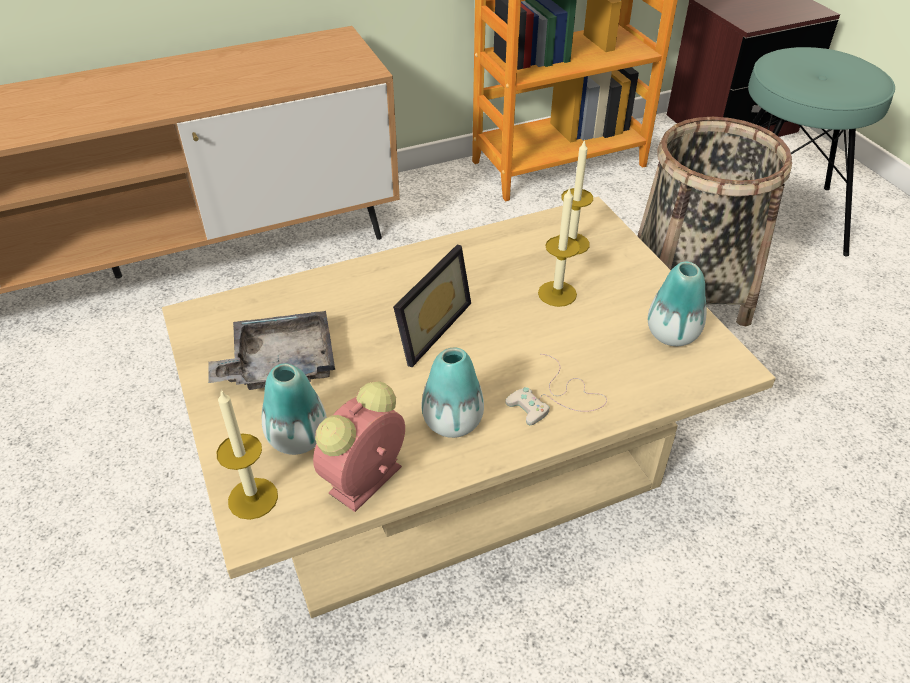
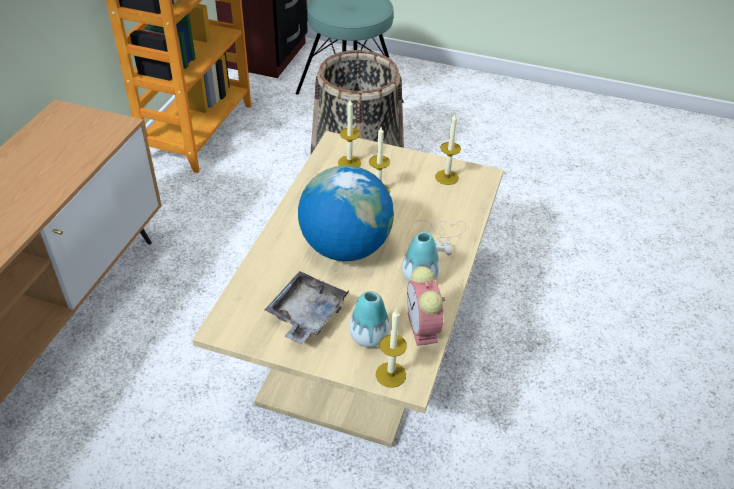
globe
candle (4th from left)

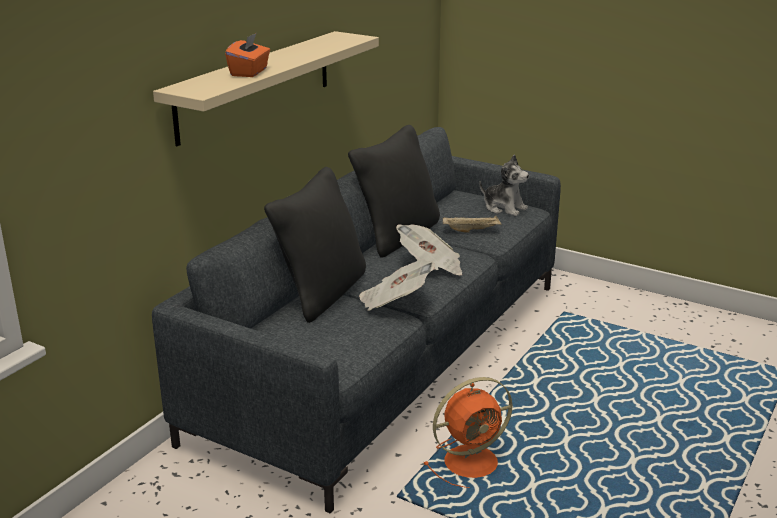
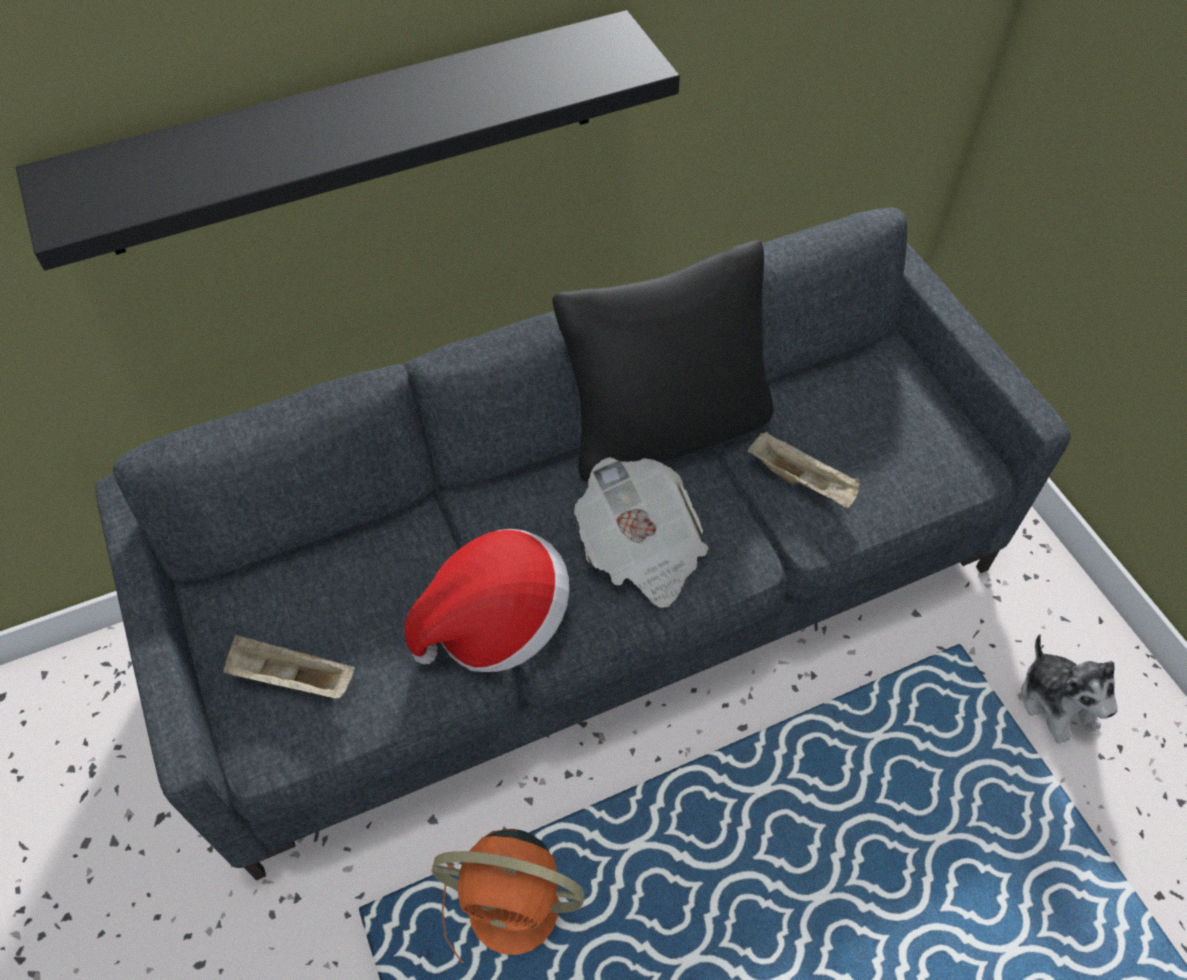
shelf (black)
tissue box (orange)
plush toy
pillow (black) (1st from left in the first image)
hat
tray (beige) (1st from left)

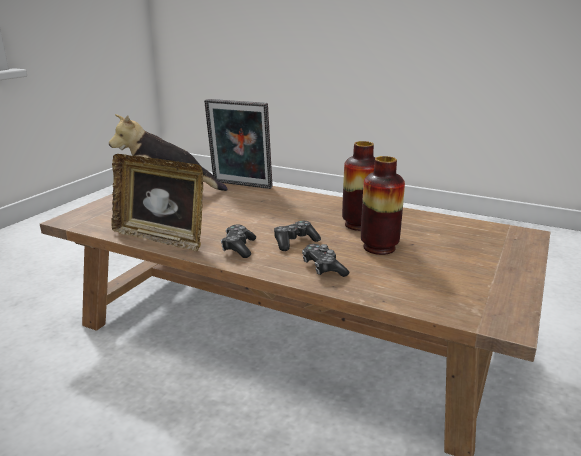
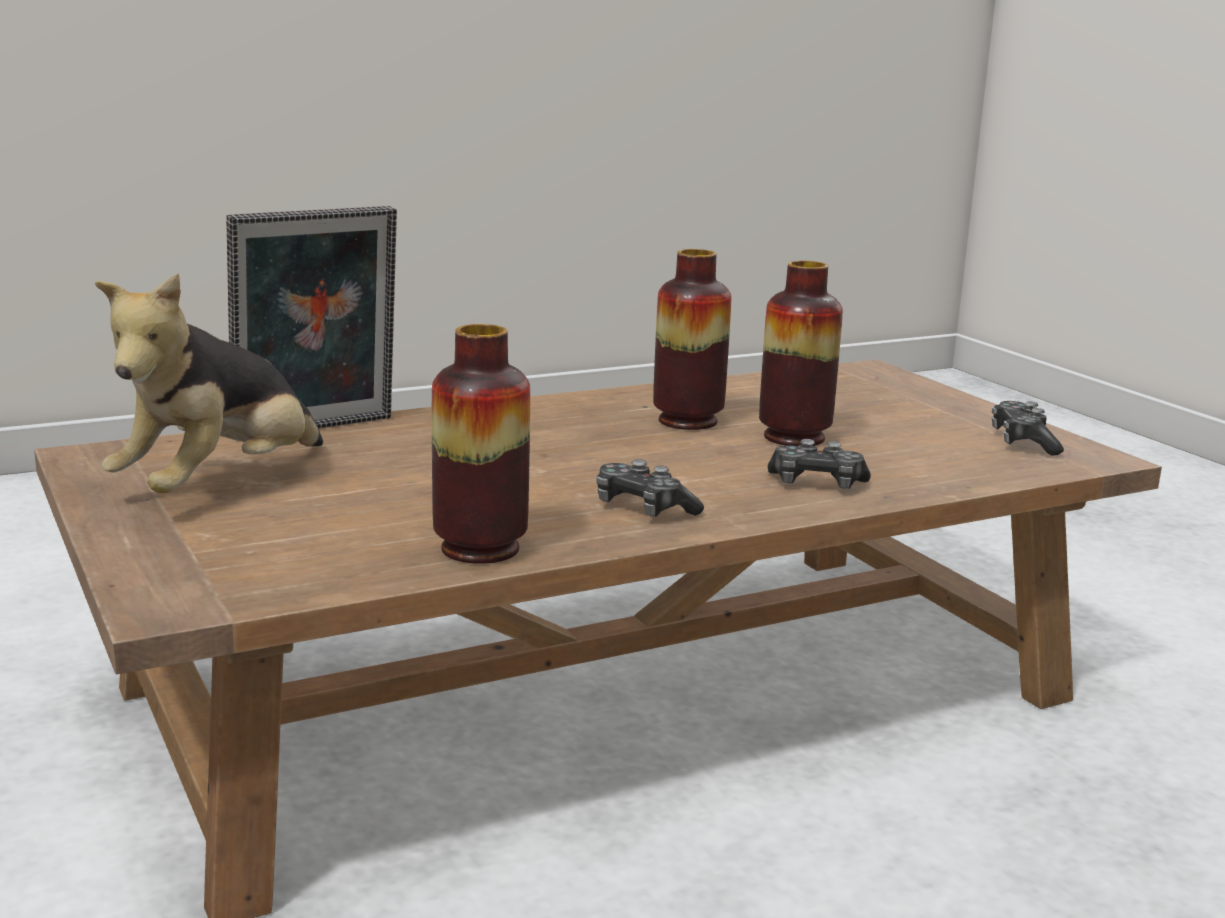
vase (1st from left)
game controller (3rd from left)

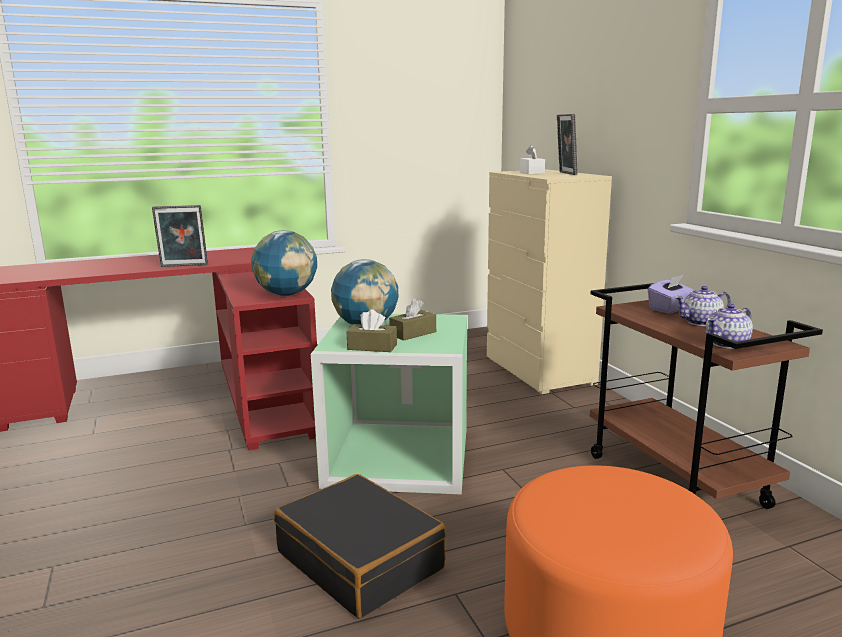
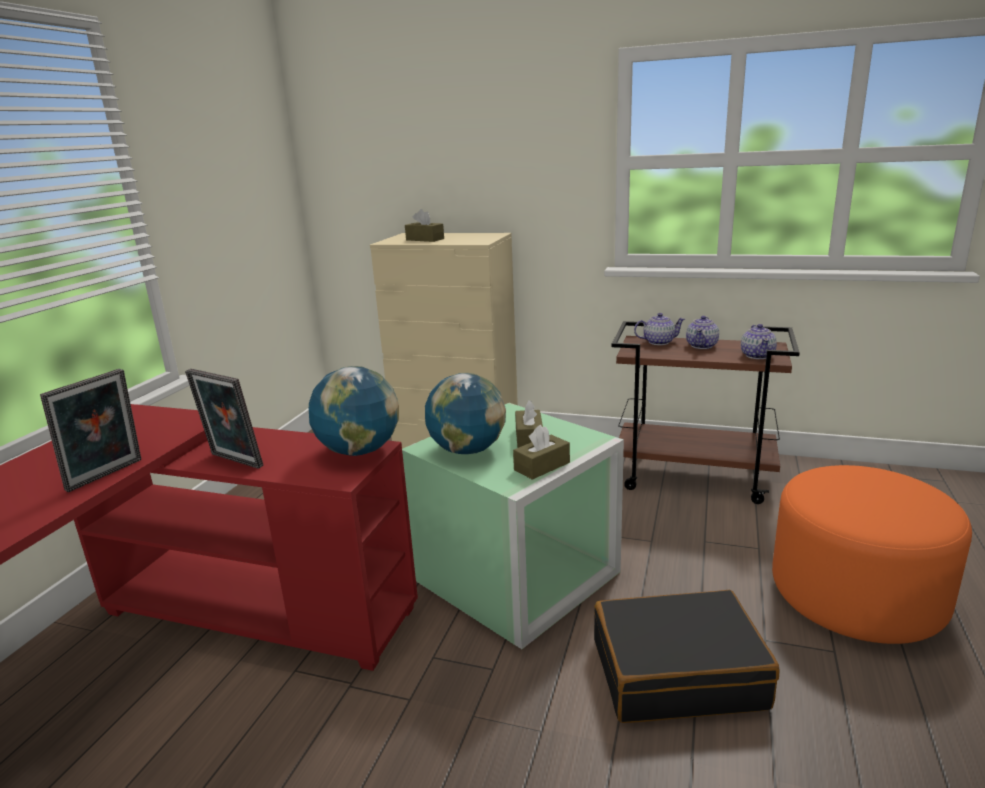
picture frame (2nd from left)
tissue box (brown) (1st from left)
teapot (1st from left)

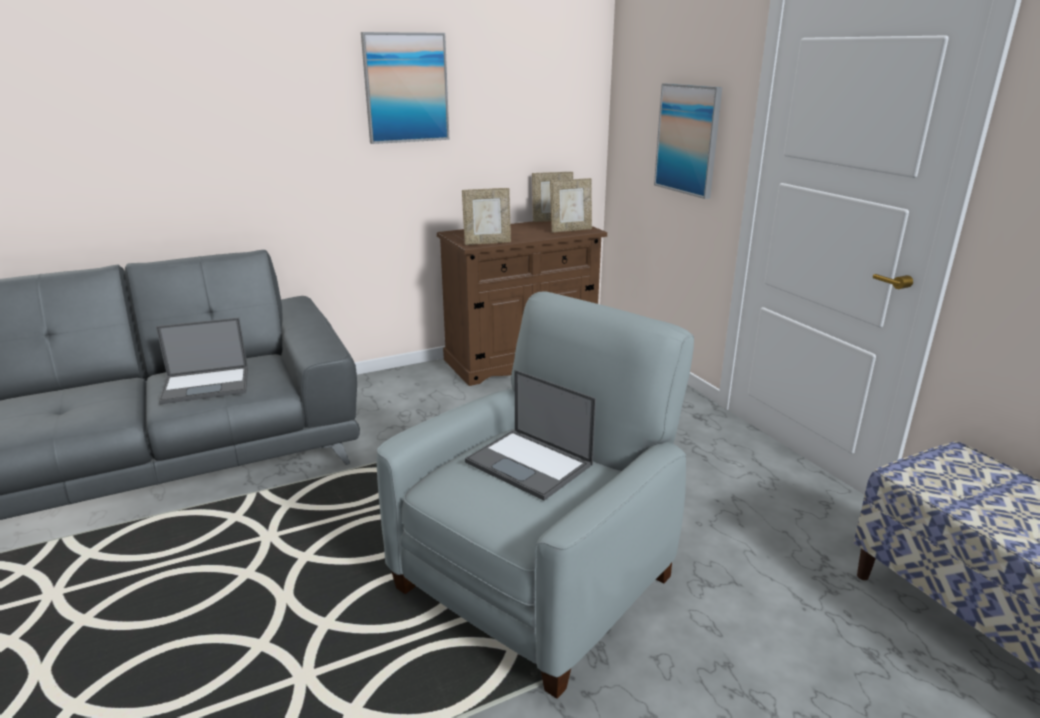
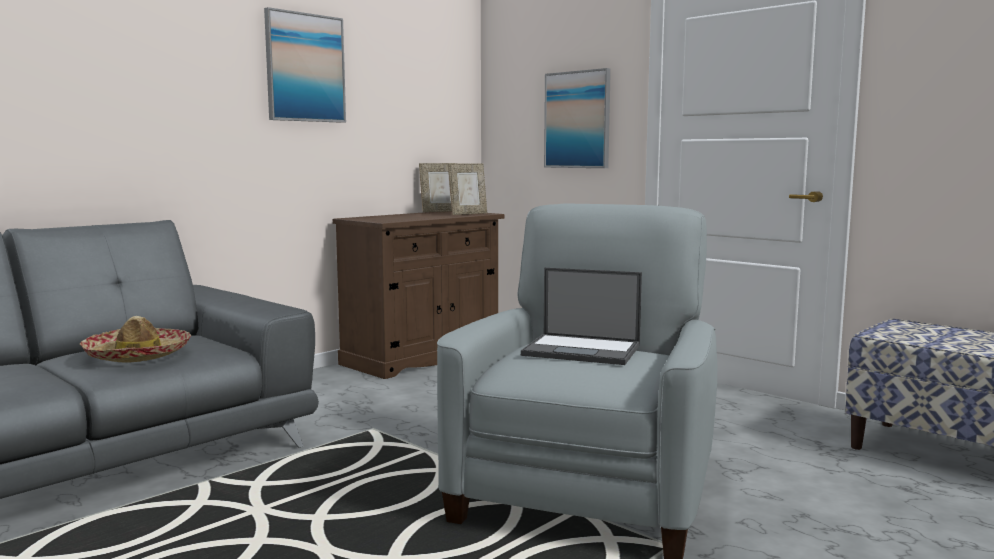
picture frame (1st from left in the first image)
hat

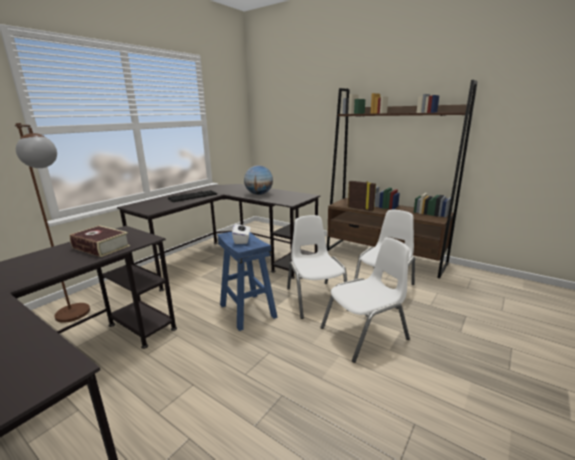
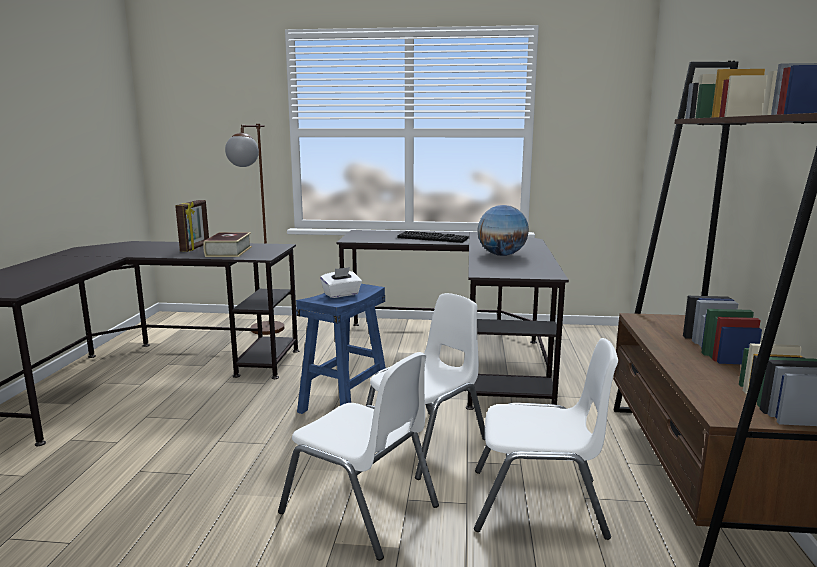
picture frame

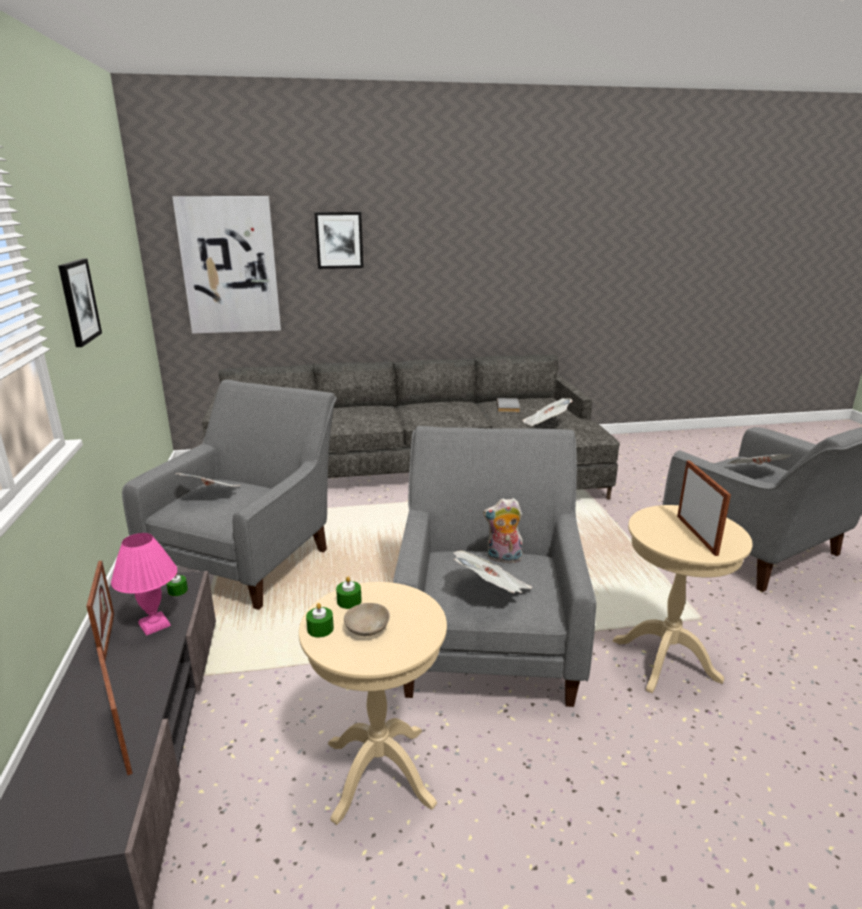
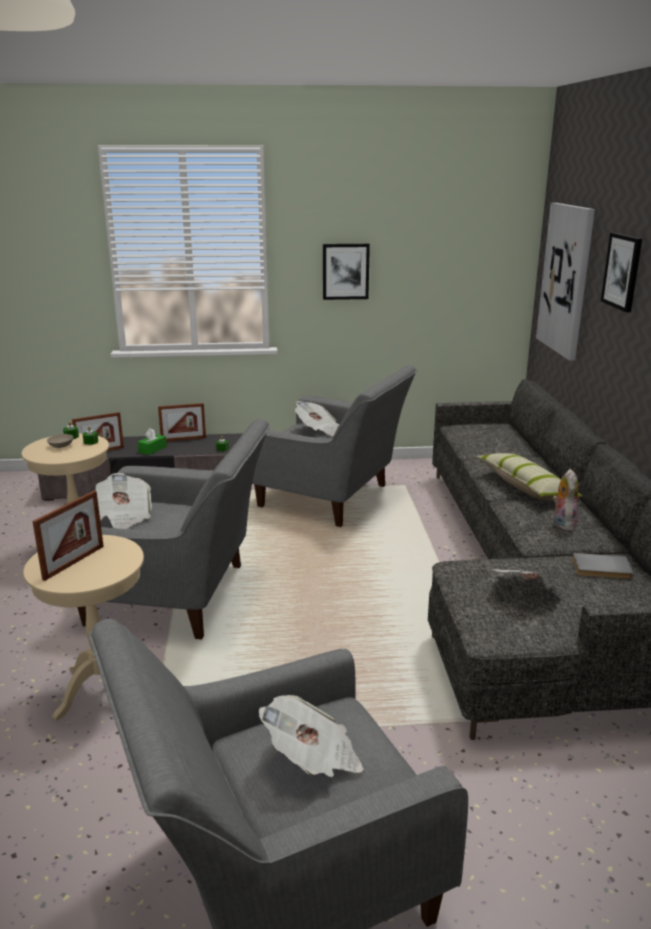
picture frame (1st from left)
plush toy
table lamp (pink)
tissue box (green)
pillow

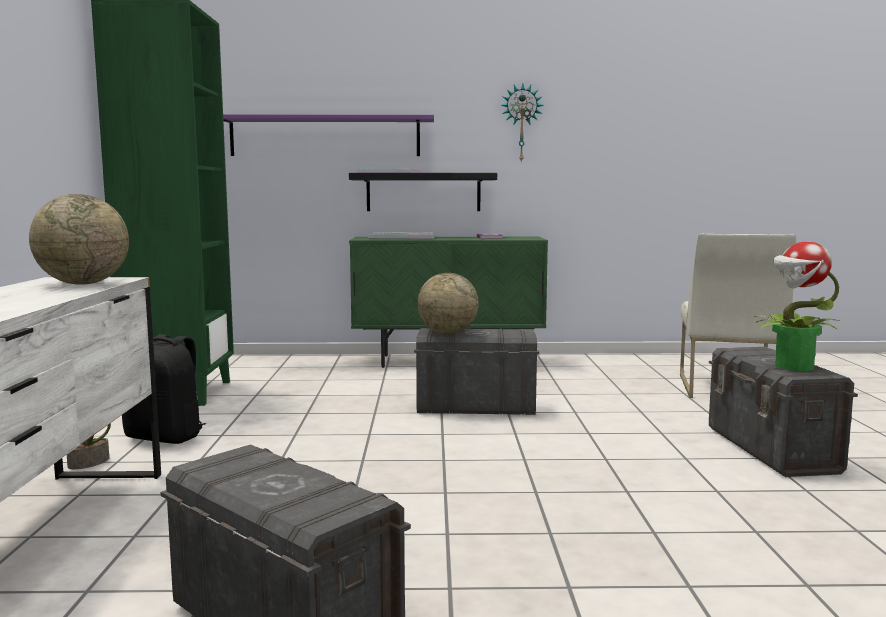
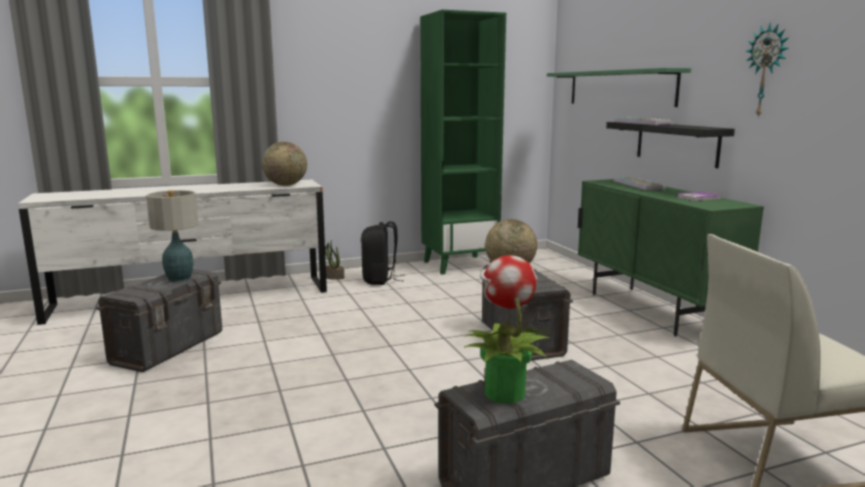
shelf (green)
table lamp

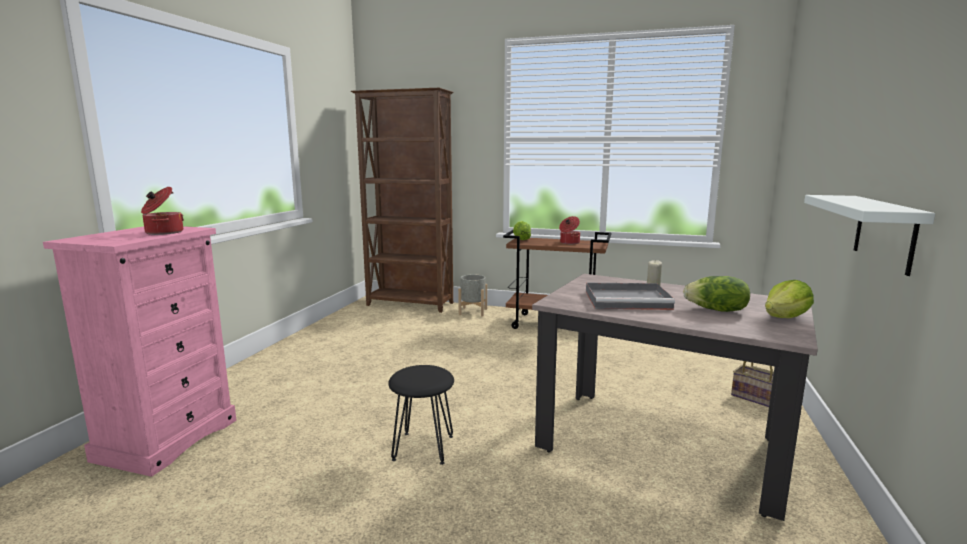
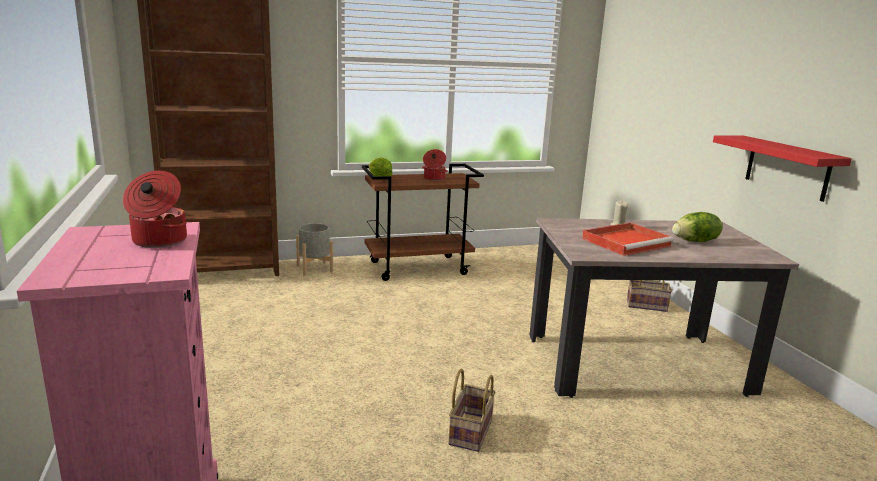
shelf (red)
lettuce (3rd from left in the first image)
tray (red)
basket (1st from left)

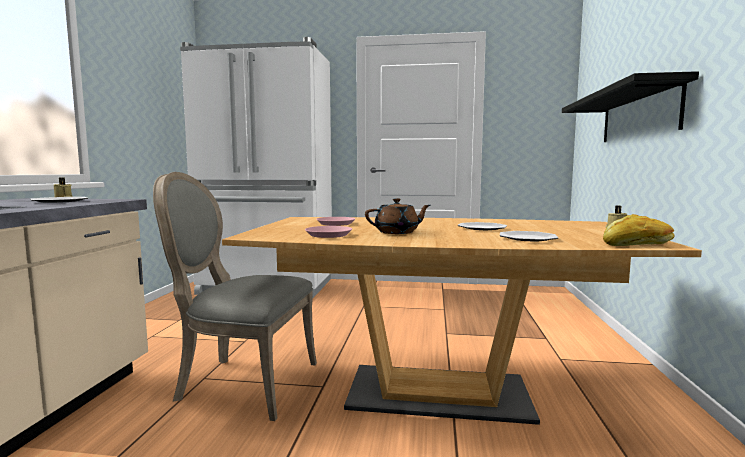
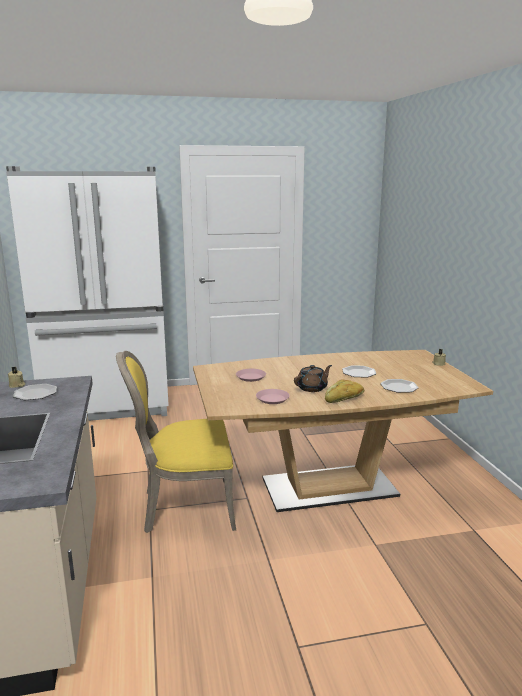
shelf (black)
chair (yellow)
bread

